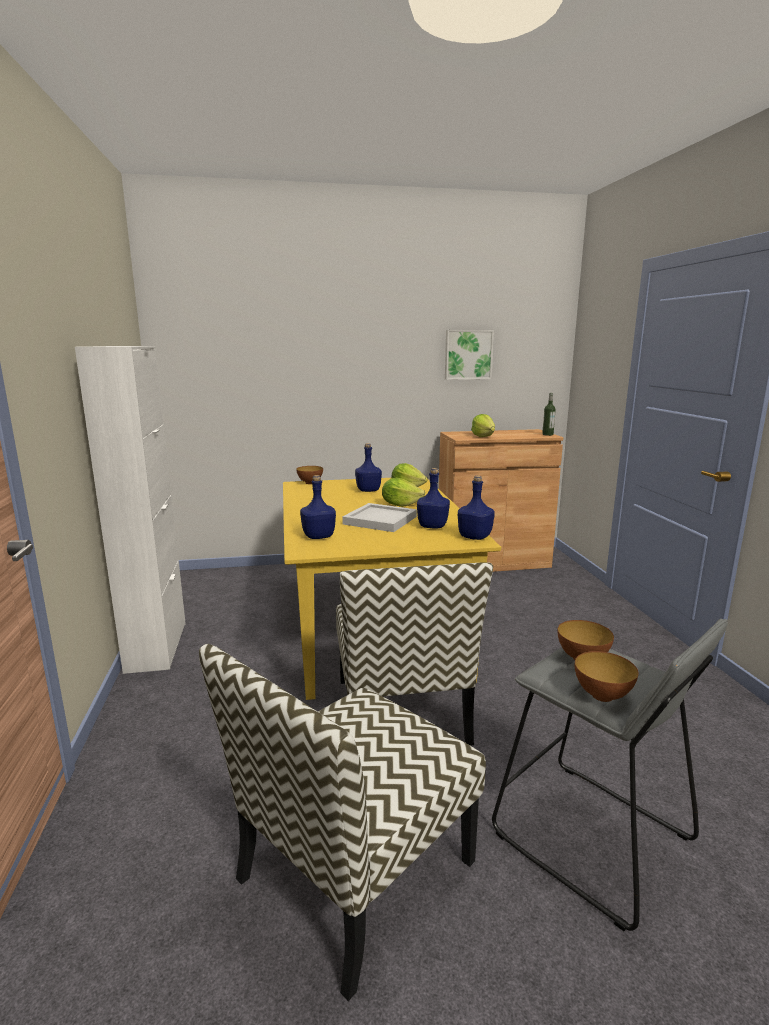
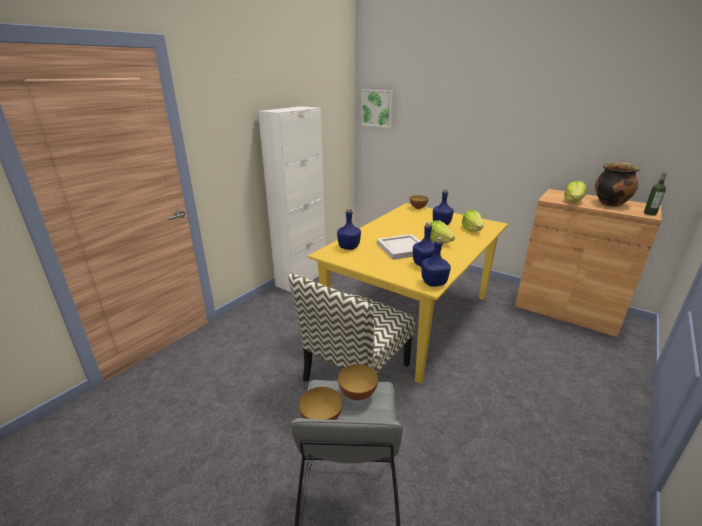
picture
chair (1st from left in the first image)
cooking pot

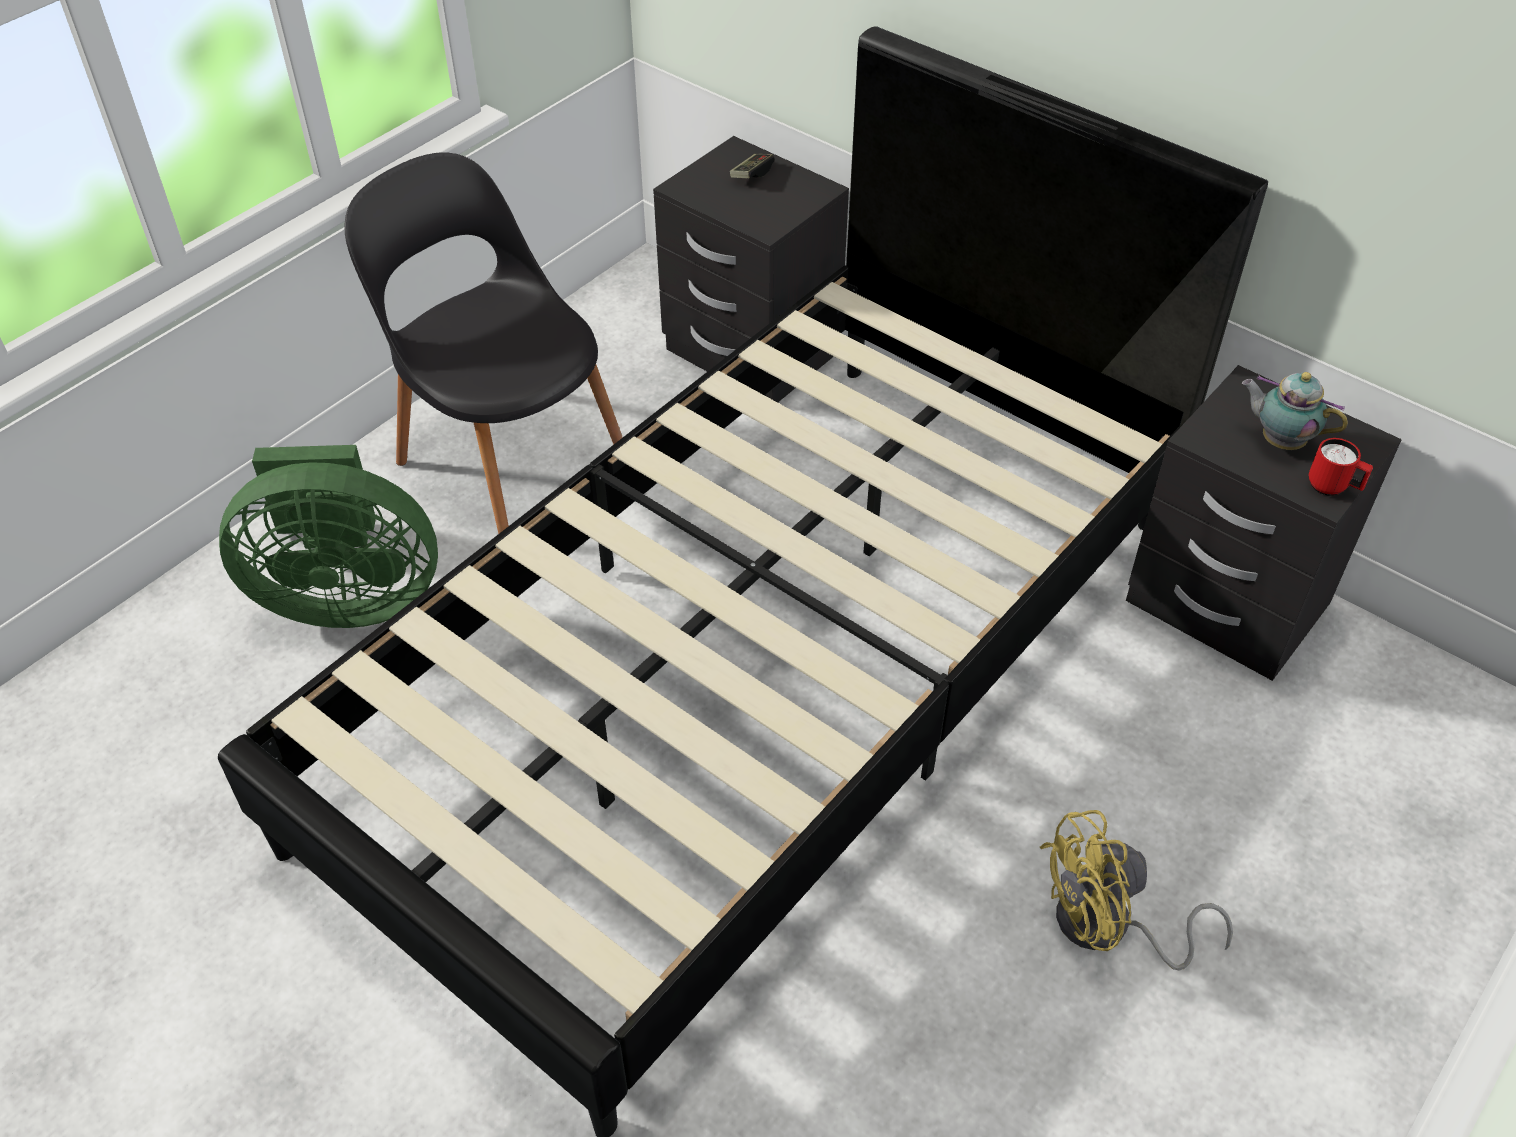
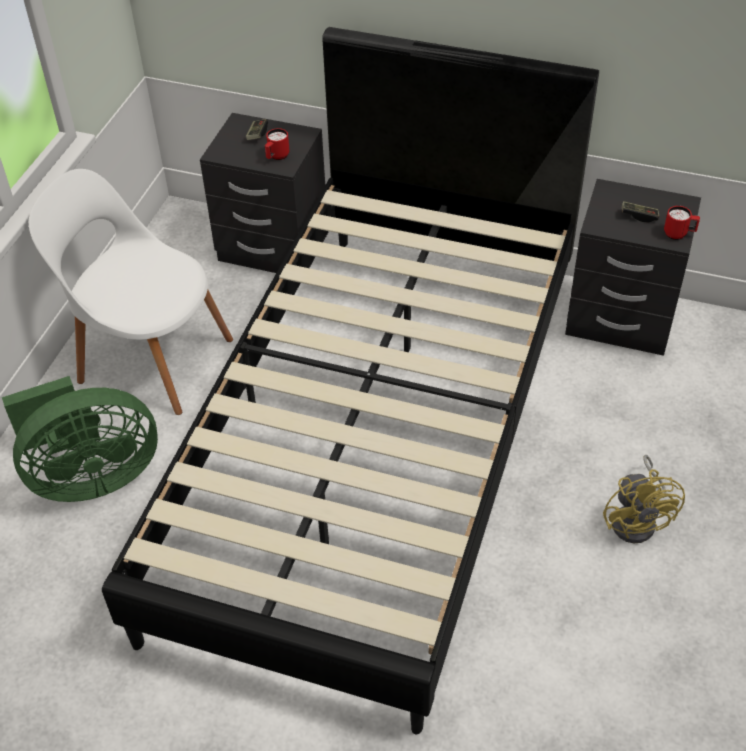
chair (white)
game controller (2nd from left)
fan (yellow)
mug (red) (1st from left)

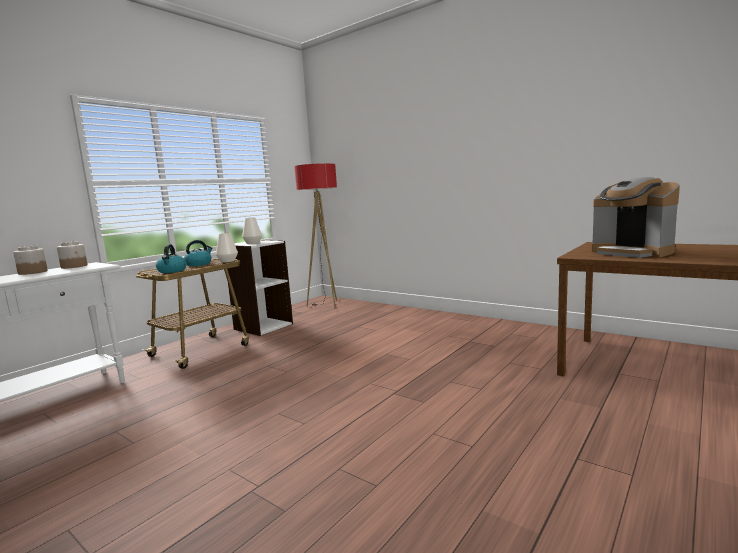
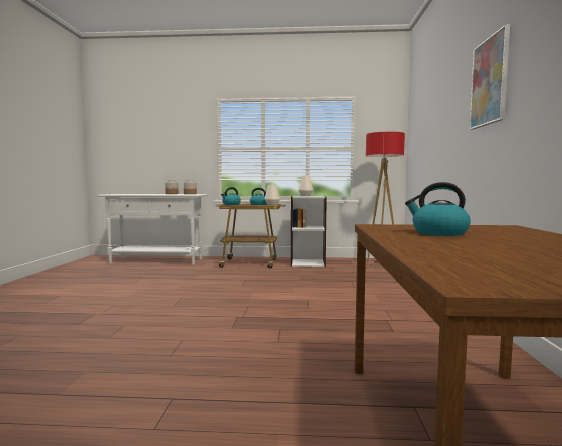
kettle (3rd from left)
picture

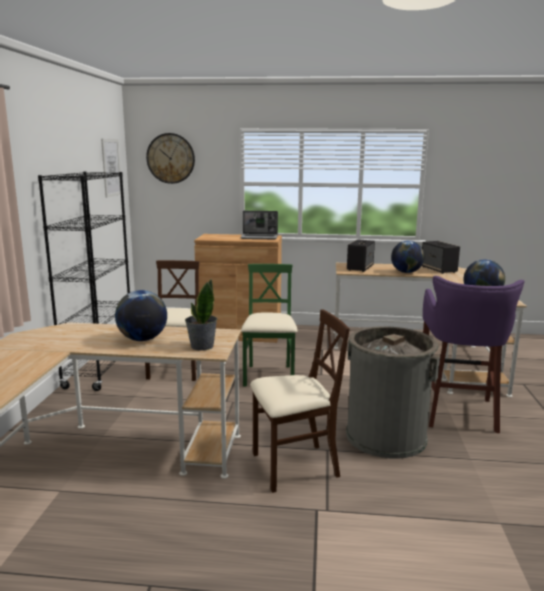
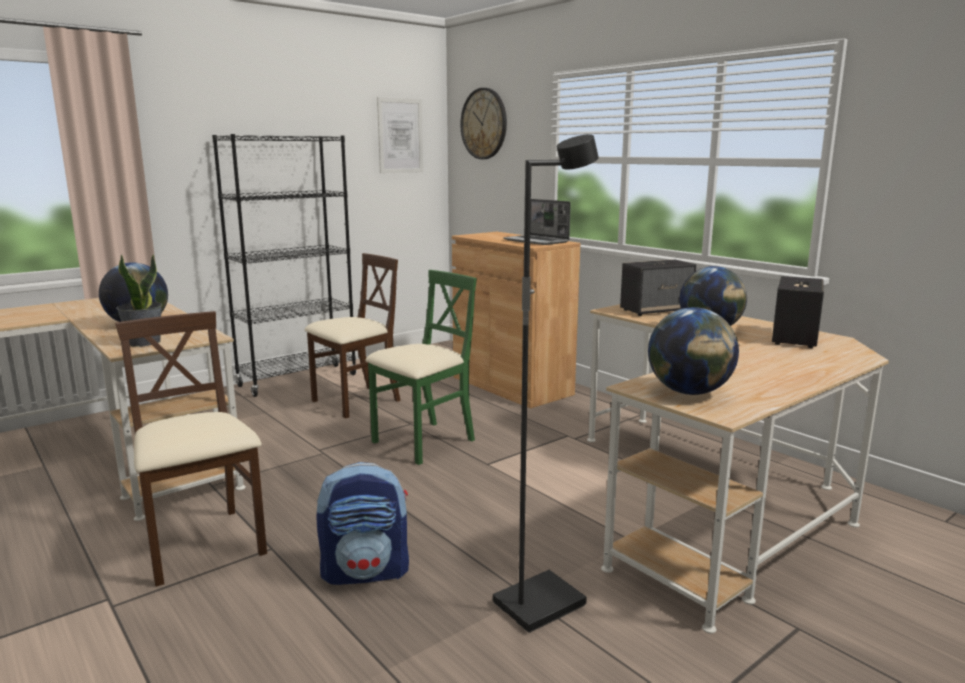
floor lamp (black)
chair (beige) (1st from left)
backpack

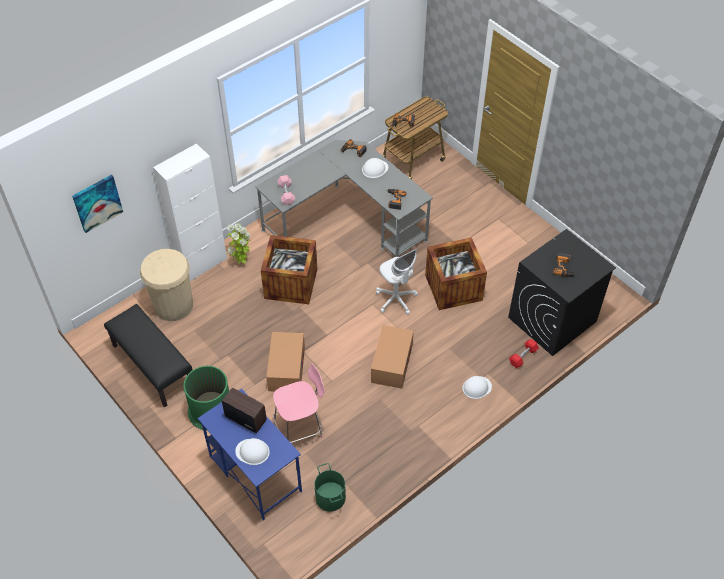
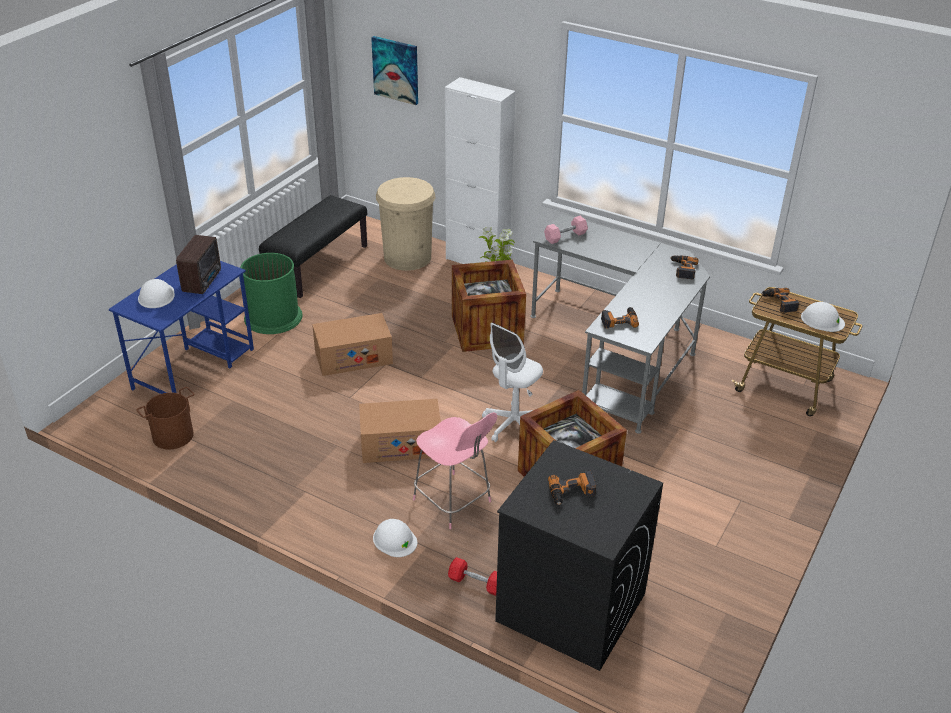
hard hat (white) (3rd from left)
chair (pink)
bucket (brown)

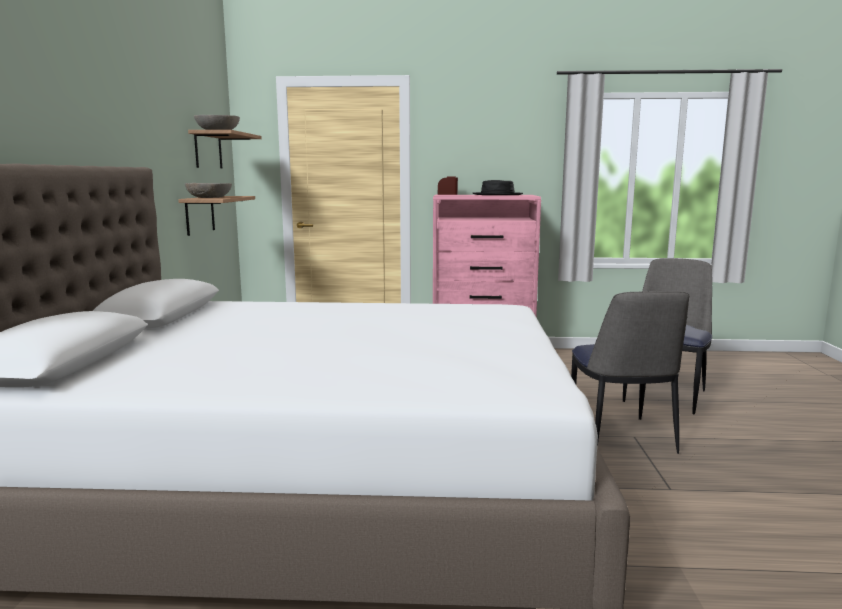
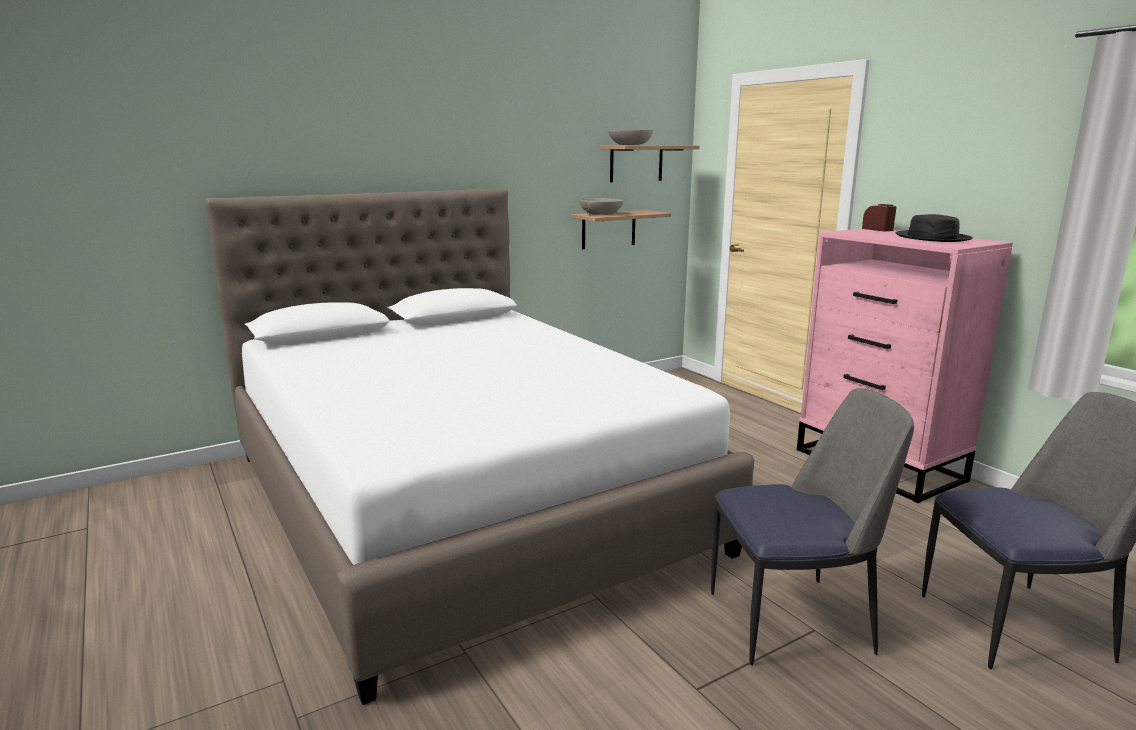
chair (1st from left)

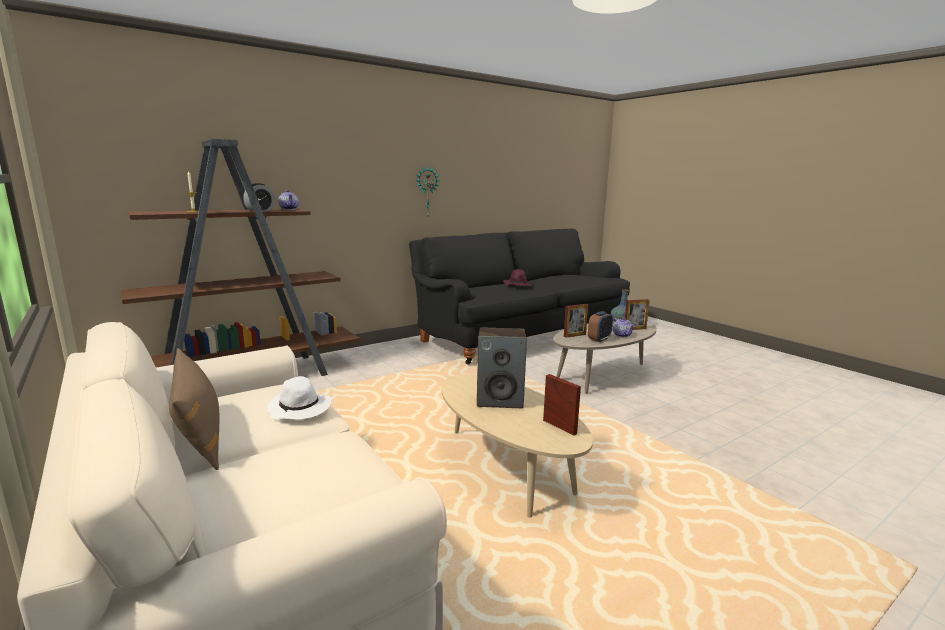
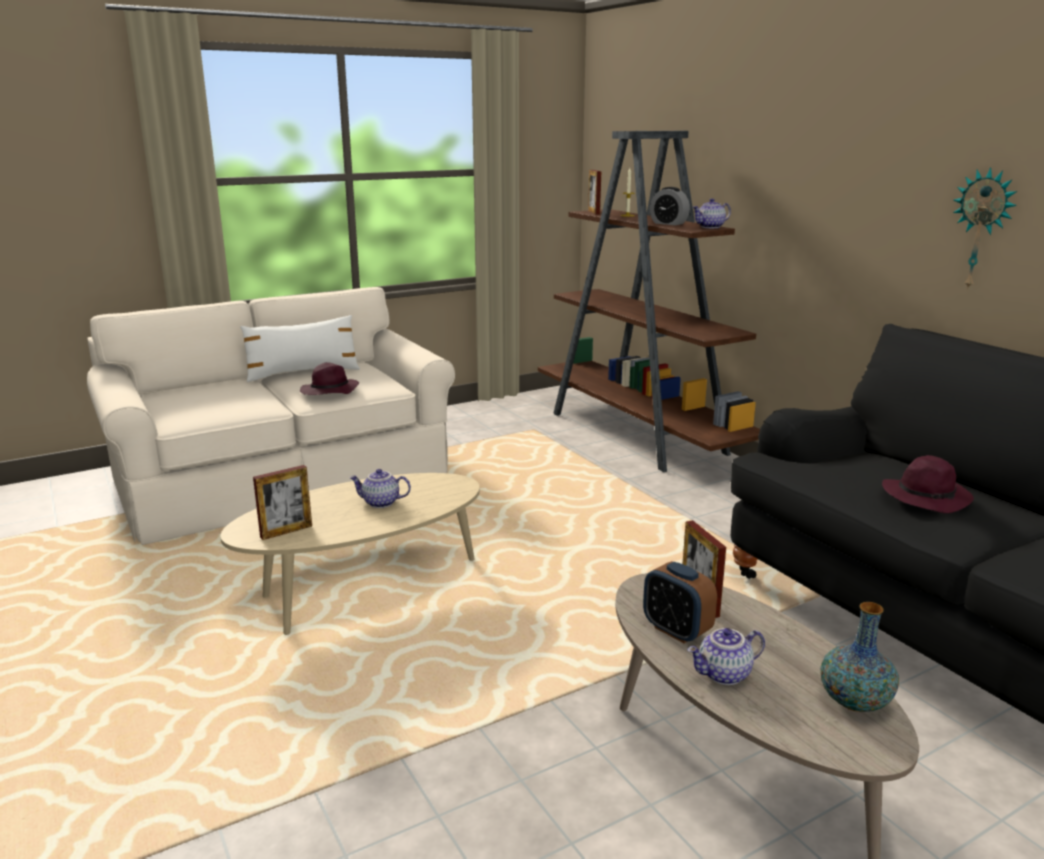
picture frame (2nd from left)
teapot (1st from left)
pillow (white)
hat (purple) (1st from left)

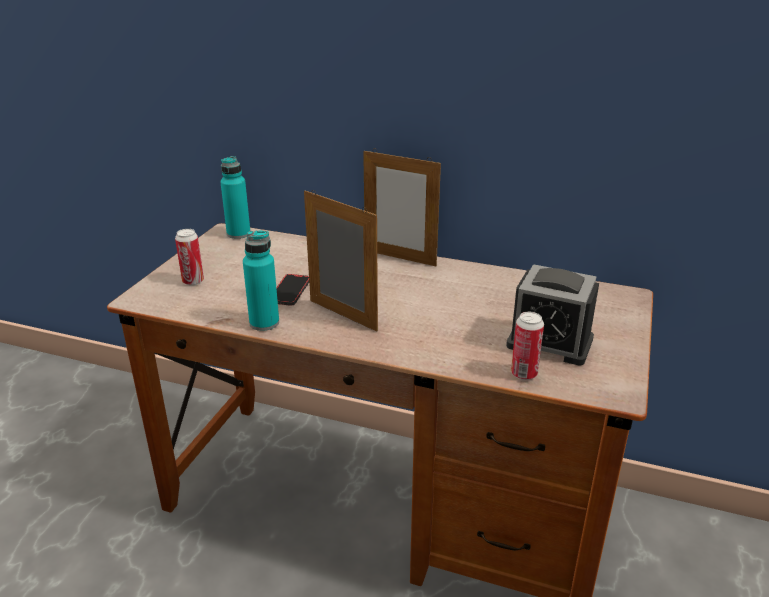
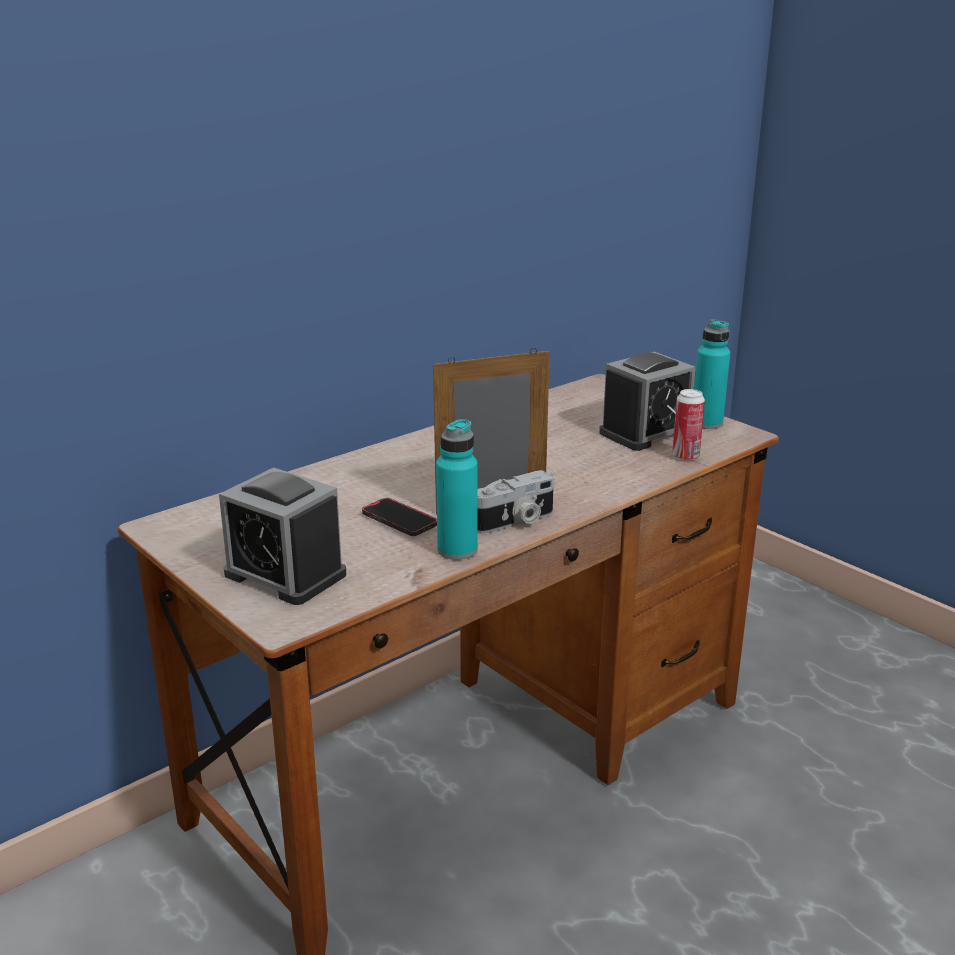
picture frame (2nd from left in the first image)
bottle (turquoise) (2nd from left)
alarm clock (1st from left)
photo camera

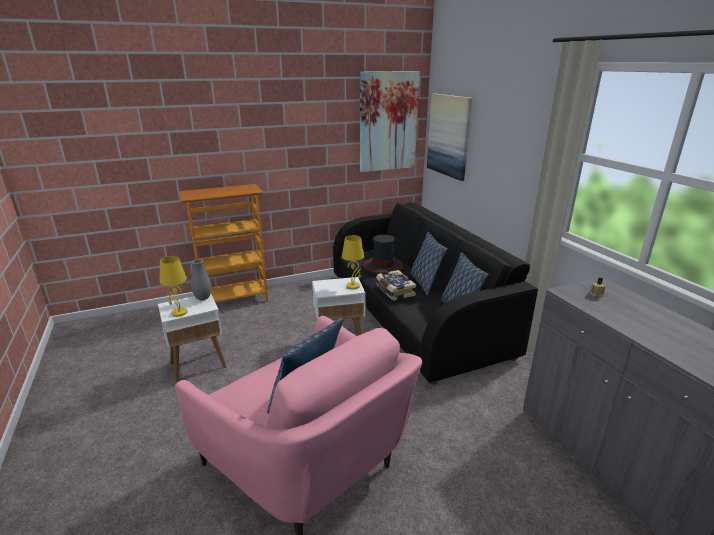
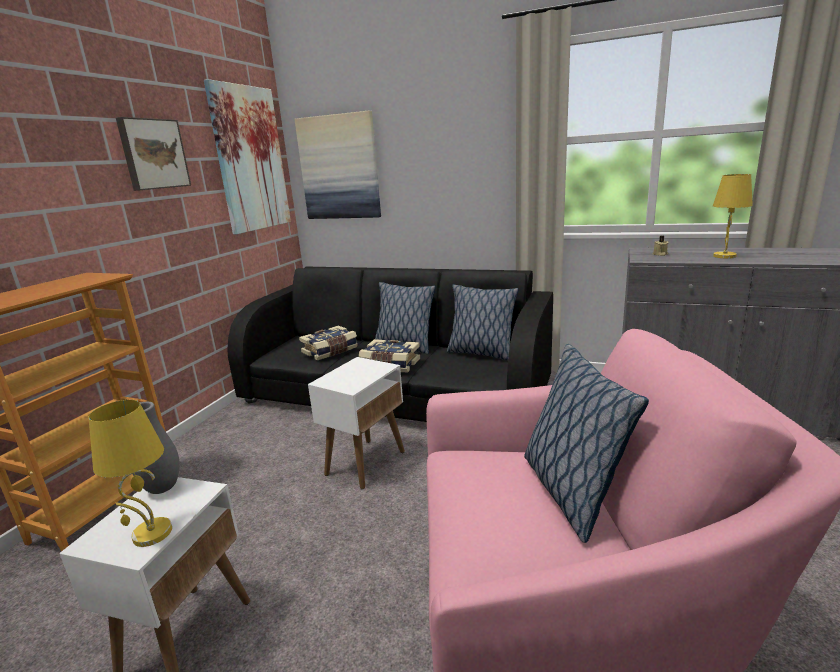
table lamp (yellow) (2nd from left)
book (1st from left)
picture (1st from left)

